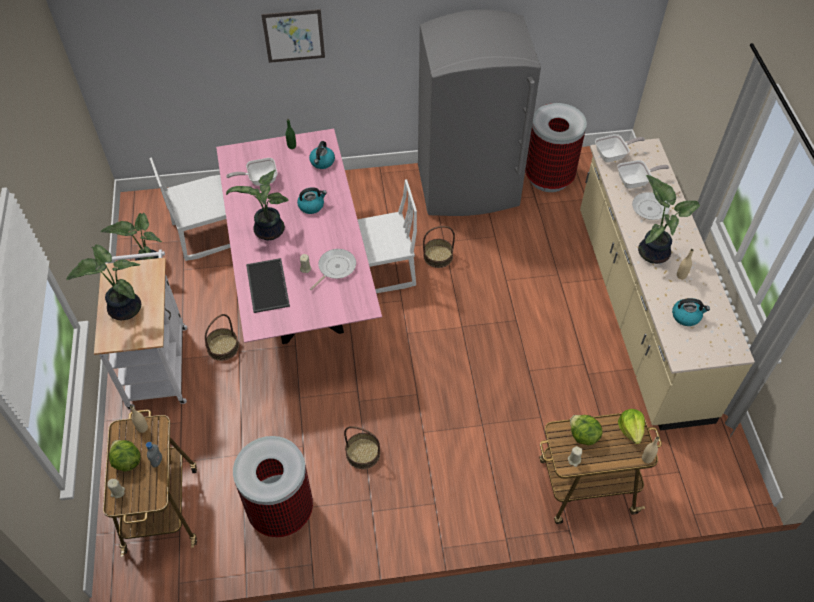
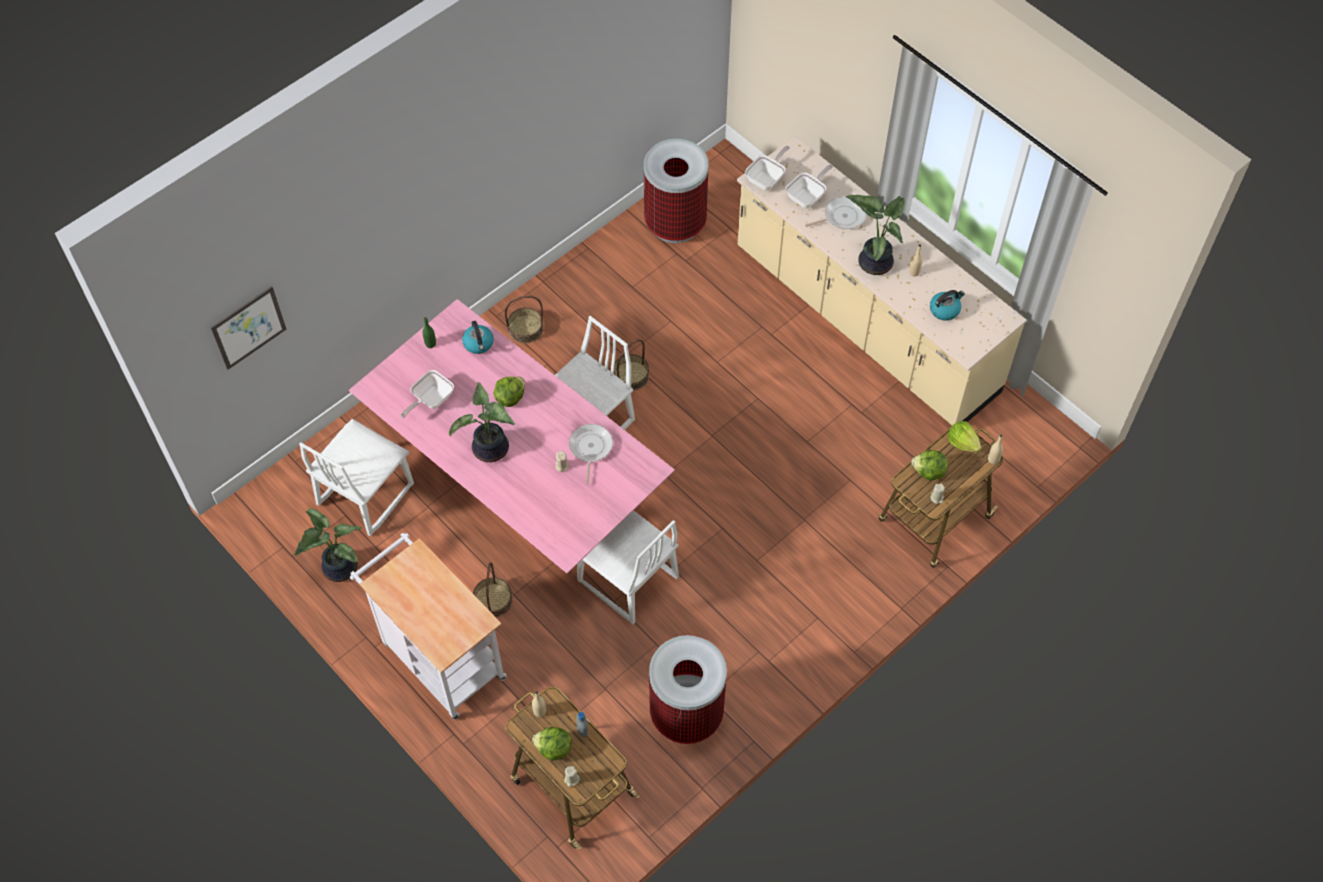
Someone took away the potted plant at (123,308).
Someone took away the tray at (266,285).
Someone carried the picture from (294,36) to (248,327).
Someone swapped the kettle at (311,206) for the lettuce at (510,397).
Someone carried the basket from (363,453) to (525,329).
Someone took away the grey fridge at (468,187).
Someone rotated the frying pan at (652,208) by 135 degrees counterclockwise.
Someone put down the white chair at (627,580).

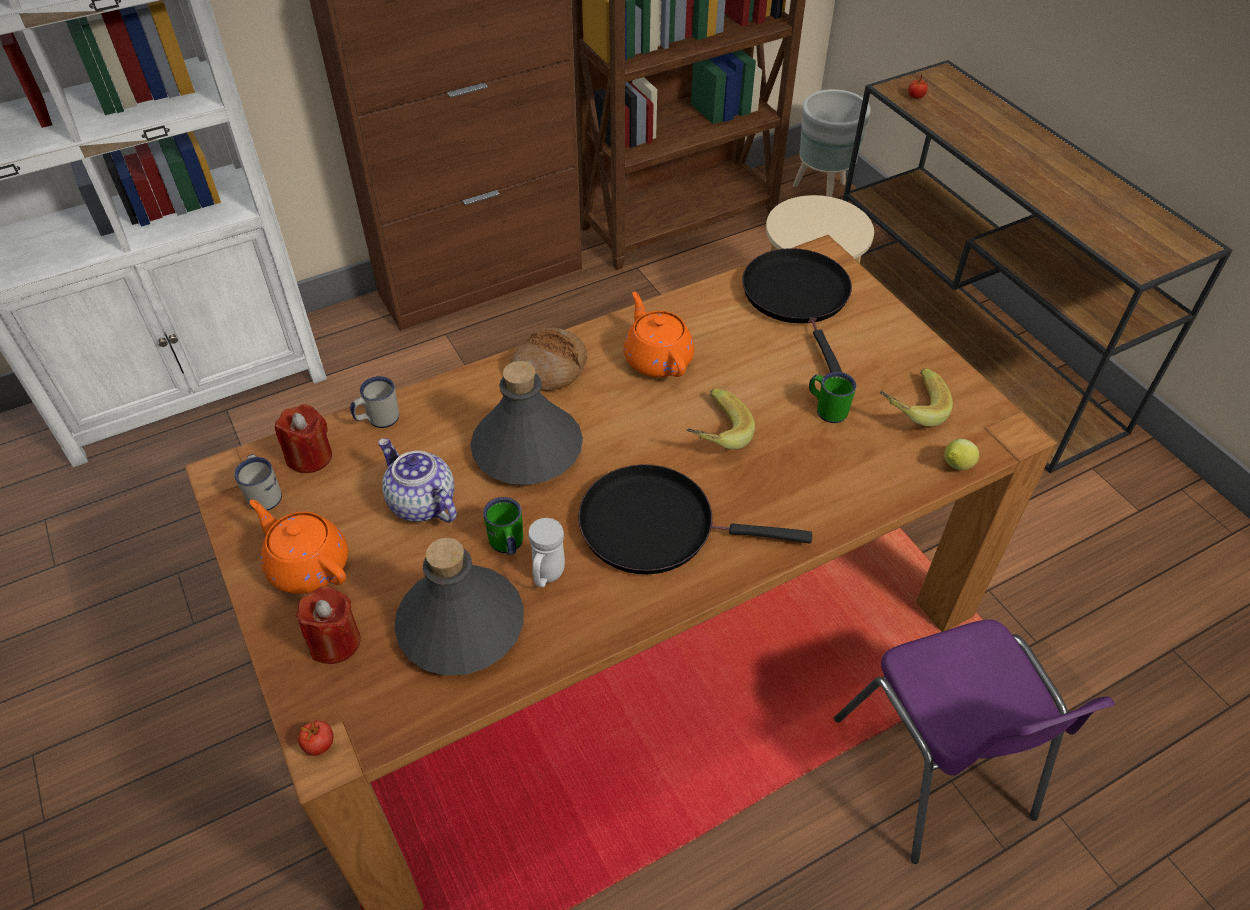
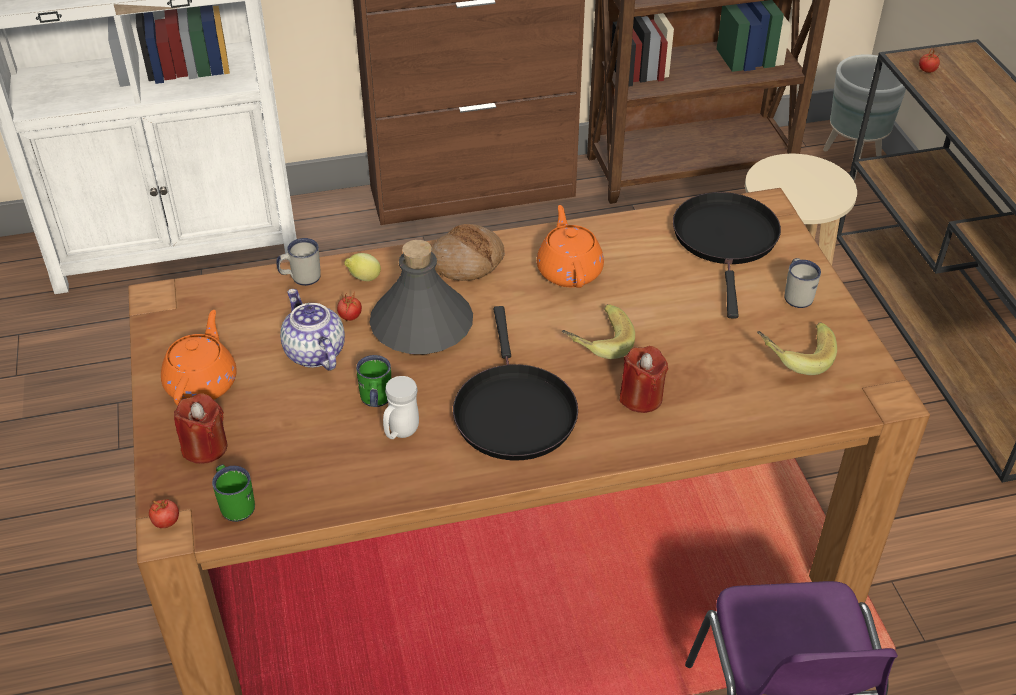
Someone carried the white mug from (265,494) to (797,295).
Someone rotated the orange teapot at (307,565) by 45 degrees clockwise.
Someone carried the red candle from (310,457) to (641,397).
Someone took away the grey bottle at (460,625).
Someone rotated the black frying pan at (656,525) by 120 degrees counterclockwise.
Someone carried the green mug from (827,409) to (235,504).
Someone carried the lemon from (955,466) to (363,279).
Someone put down the tomato at (350,317).

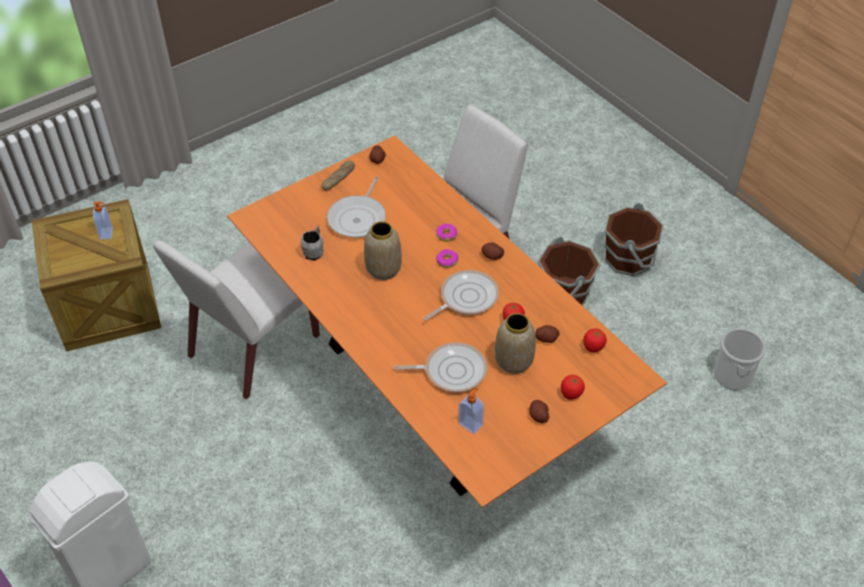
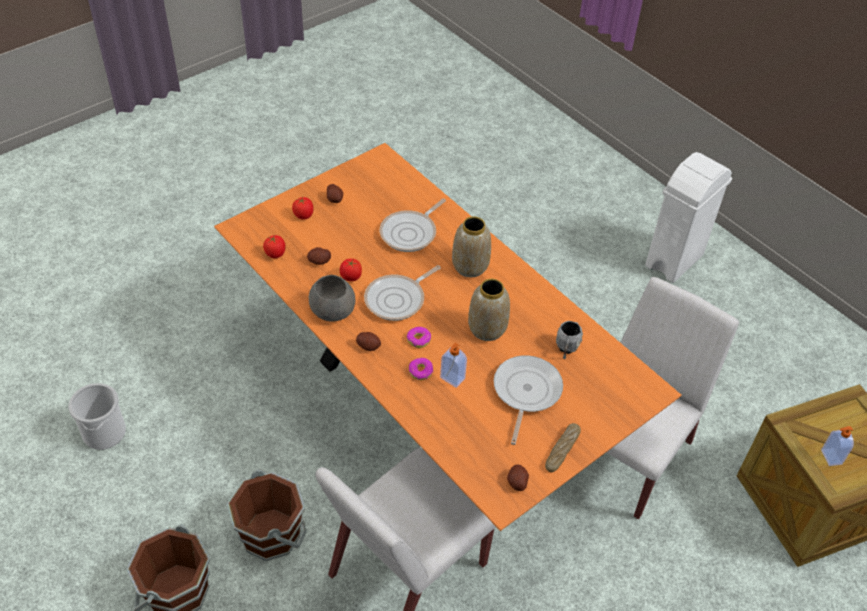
Someone rotated the frying pan at (451,371) by 45 degrees counterclockwise.
Someone carried the soap dispenser from (471,424) to (452,379).
Someone carried the vase from (513,361) to (470,266).
Someone put down the grey bowl at (333,311).

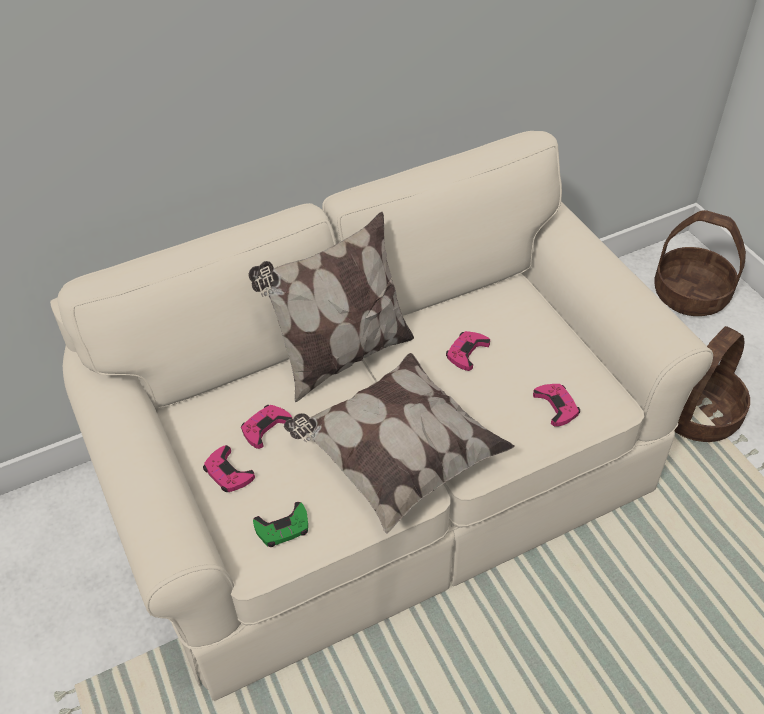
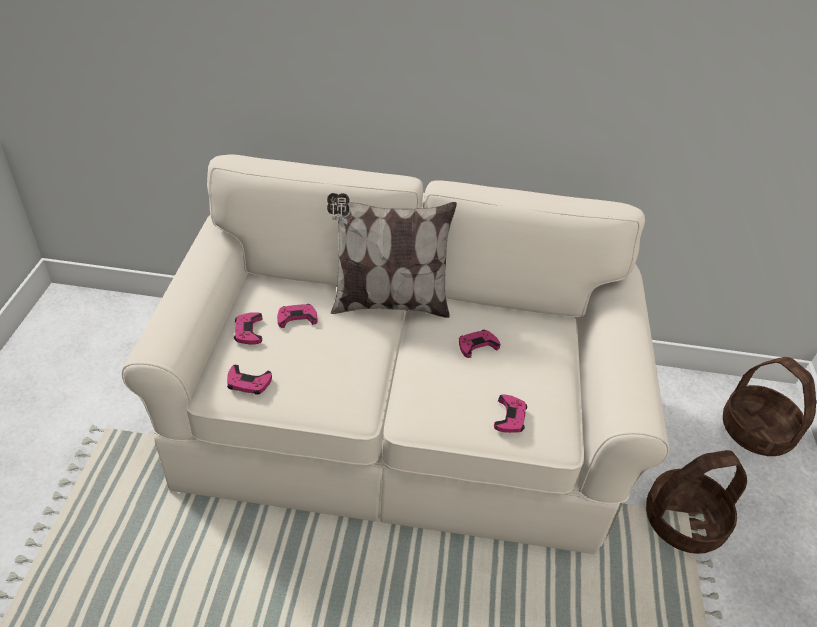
Someone repainted the green game controller at (283,528), which became the pink game controller at (248,383).
Someone took away the pillow at (396,458).

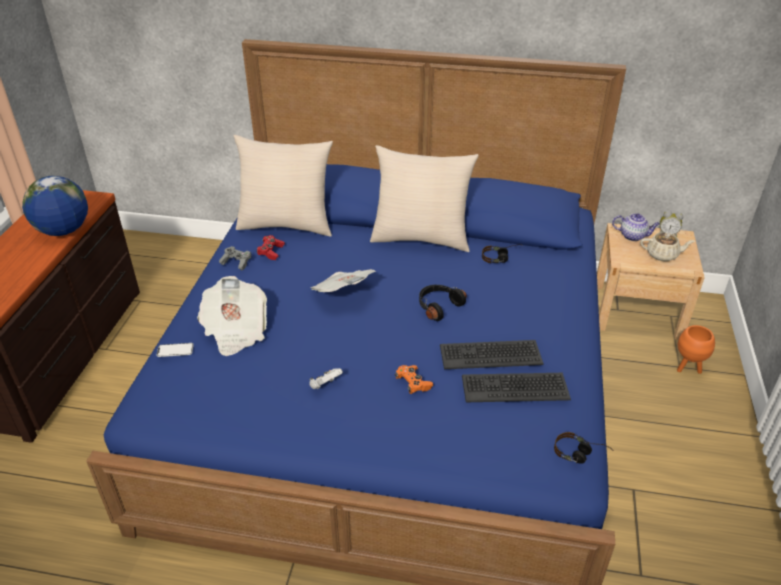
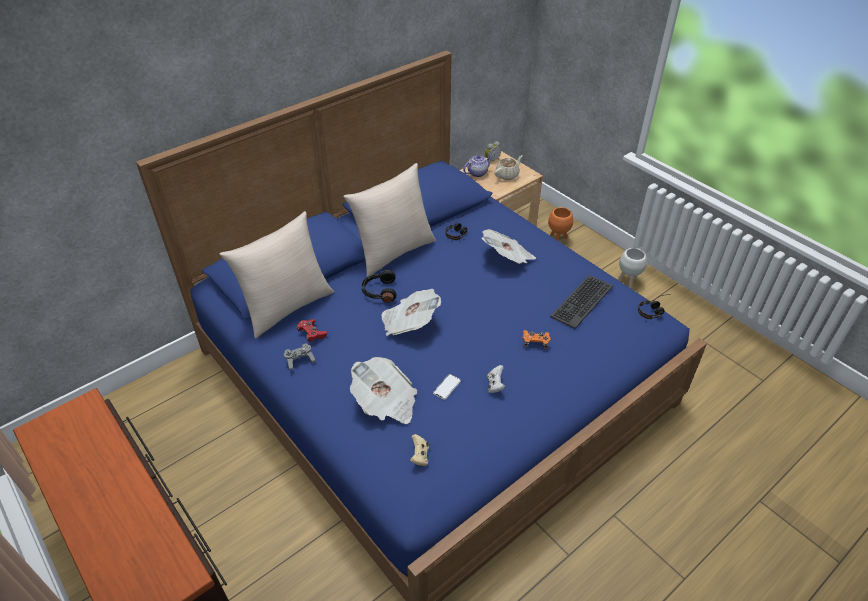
Someone took away the globe at (64,231).
Someone carried the phone from (175,350) to (447,387).
Someone carried the black headphones from (438,306) to (379,292).
Someone took away the keyboard at (490,354).
Someone put down the beige game controller at (420,456).
Someone put down the newspaper at (507,258).
Someone put down the white planter at (628,281).

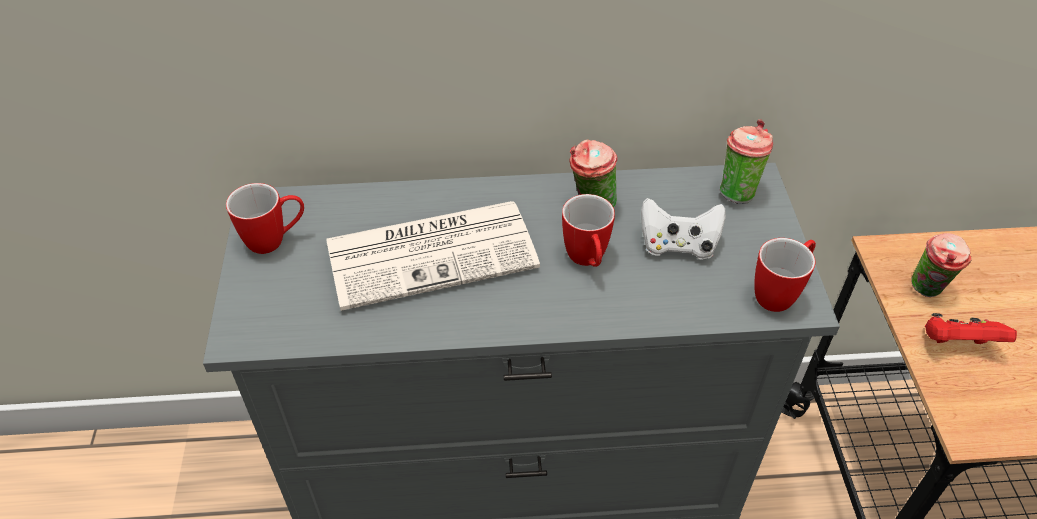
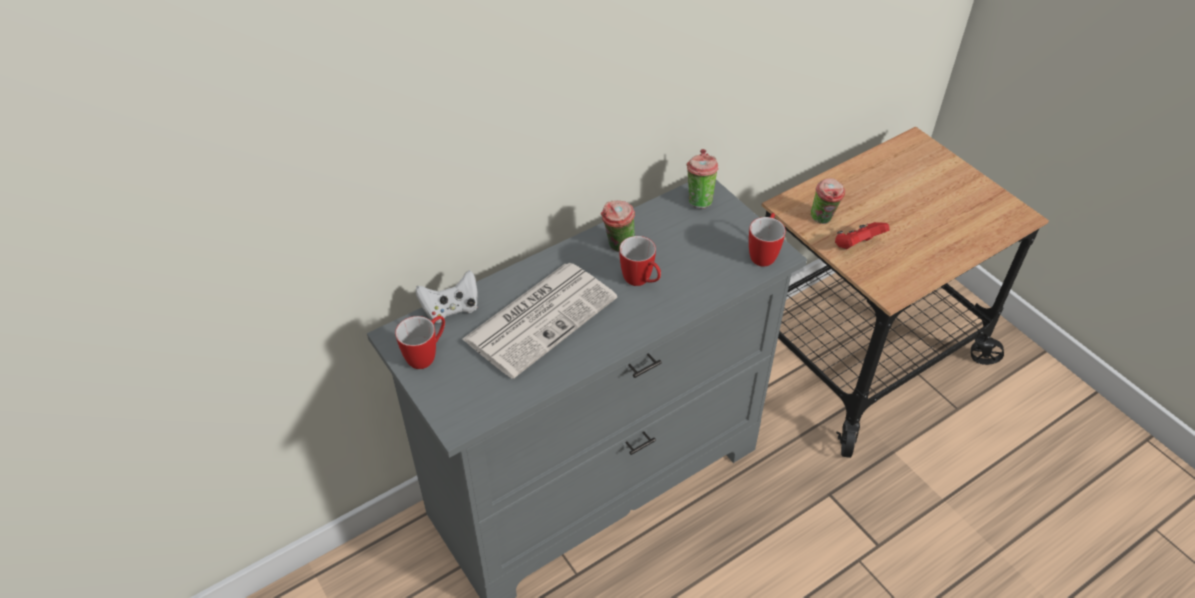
Someone carried the white game controller from (678,245) to (451,309).

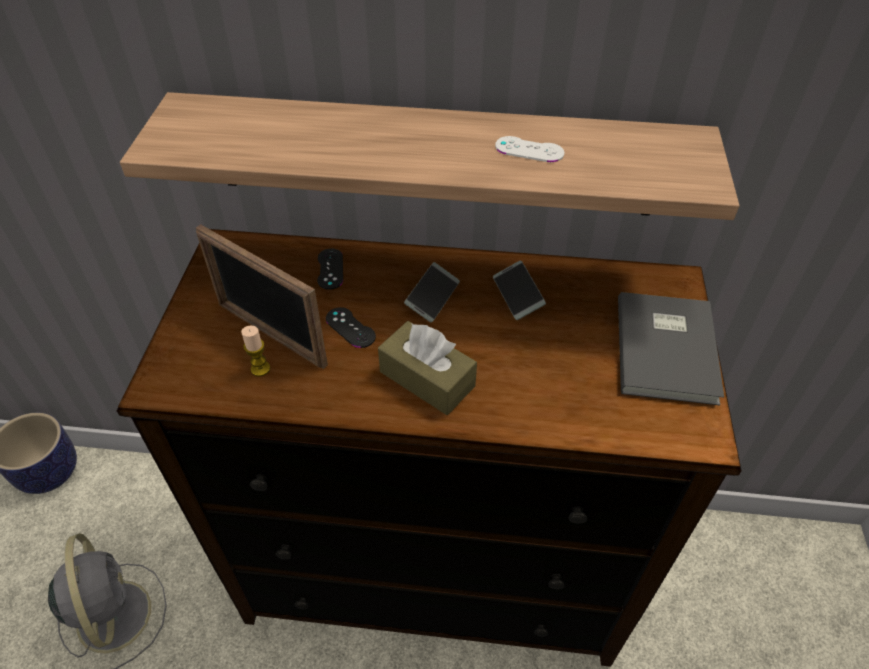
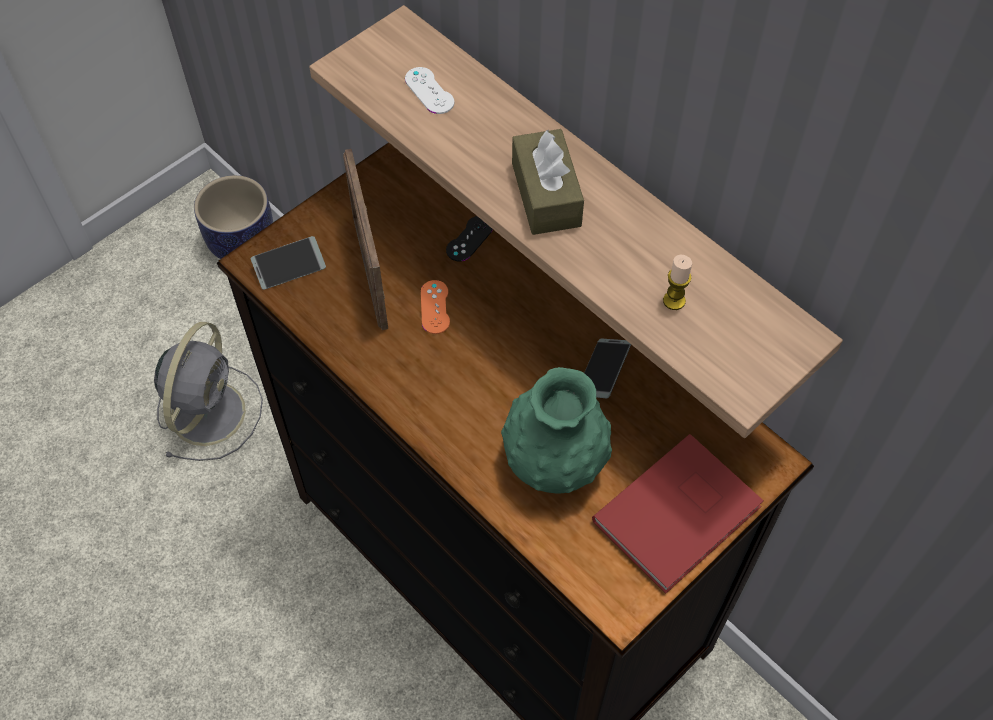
Someone carried the candle from (260,369) to (674,300).
Someone repainted the black game controller at (350,327), which became the orange game controller at (435,307).
Someone carried the brown tissue box from (427,379) to (546,194).
Someone carried the phone from (432,297) to (289,267).
Someone carried the white game controller from (529,150) to (429,91).
Someone repainted the grey book at (669,348), which became the red book at (681,515).
Someone put down the green vase at (554,462).

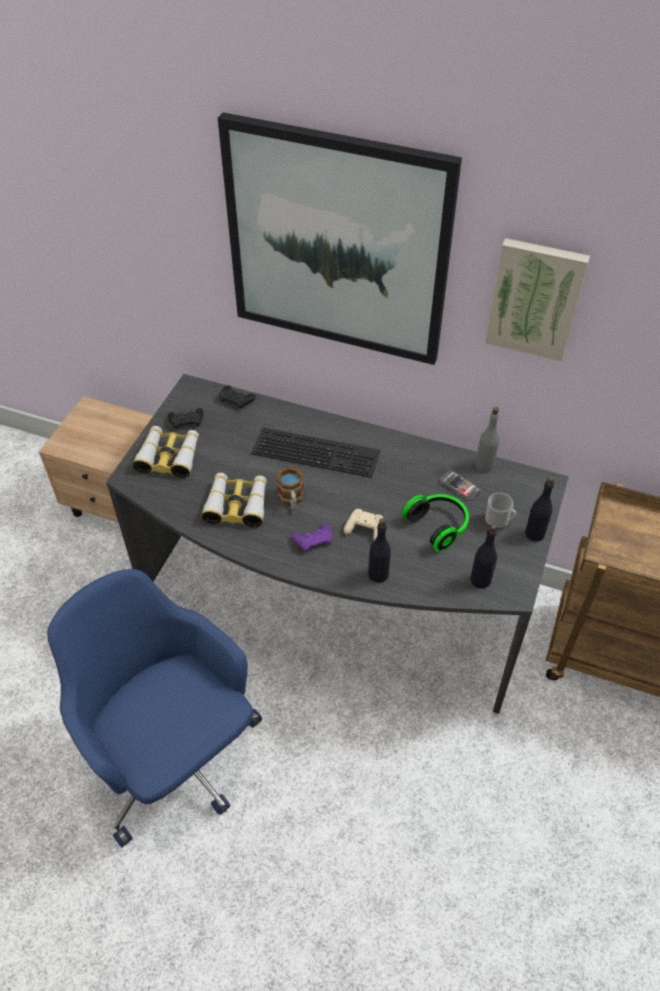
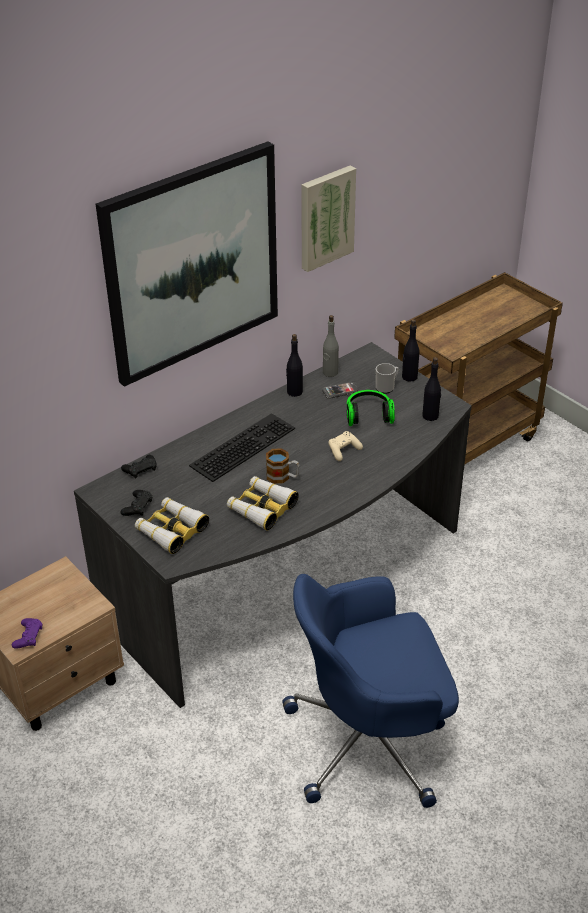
Someone carried the purple game controller from (313,540) to (28,636).
Someone carried the black bottle from (378,574) to (294,392).

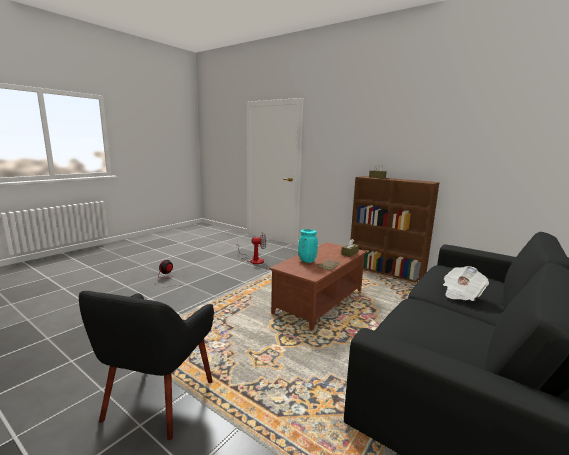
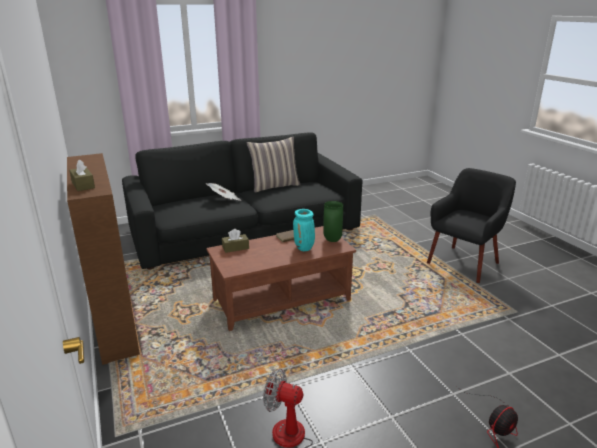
Someone put down the pillow at (274,186).
Someone put down the green vase at (333,240).

